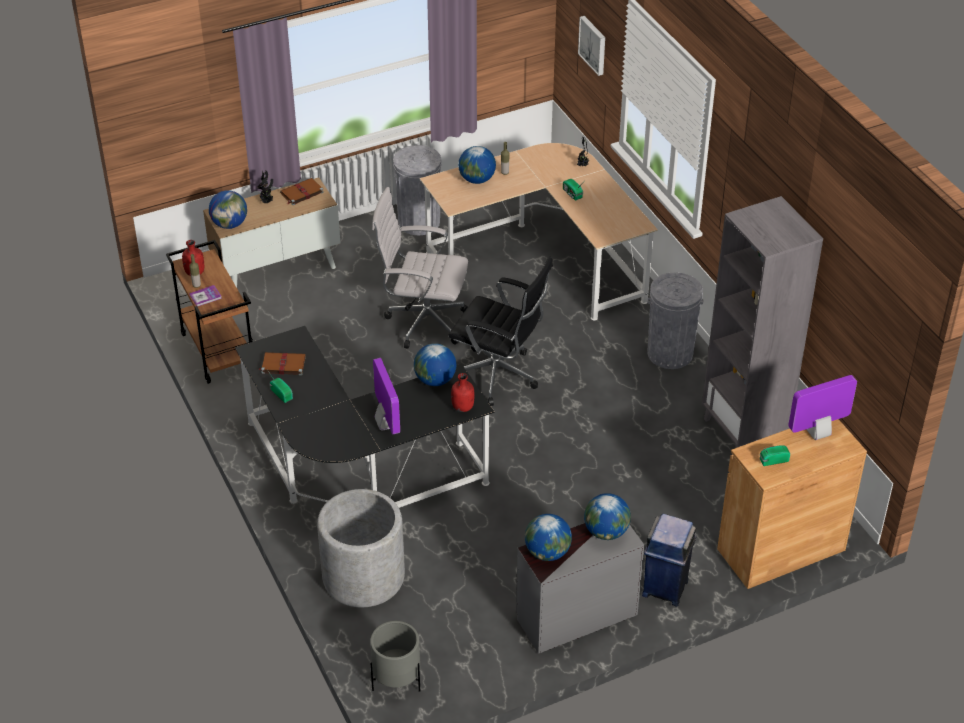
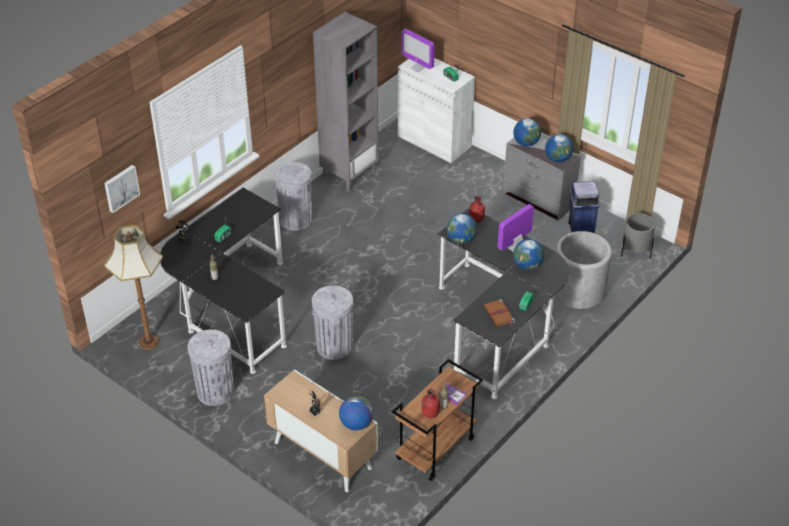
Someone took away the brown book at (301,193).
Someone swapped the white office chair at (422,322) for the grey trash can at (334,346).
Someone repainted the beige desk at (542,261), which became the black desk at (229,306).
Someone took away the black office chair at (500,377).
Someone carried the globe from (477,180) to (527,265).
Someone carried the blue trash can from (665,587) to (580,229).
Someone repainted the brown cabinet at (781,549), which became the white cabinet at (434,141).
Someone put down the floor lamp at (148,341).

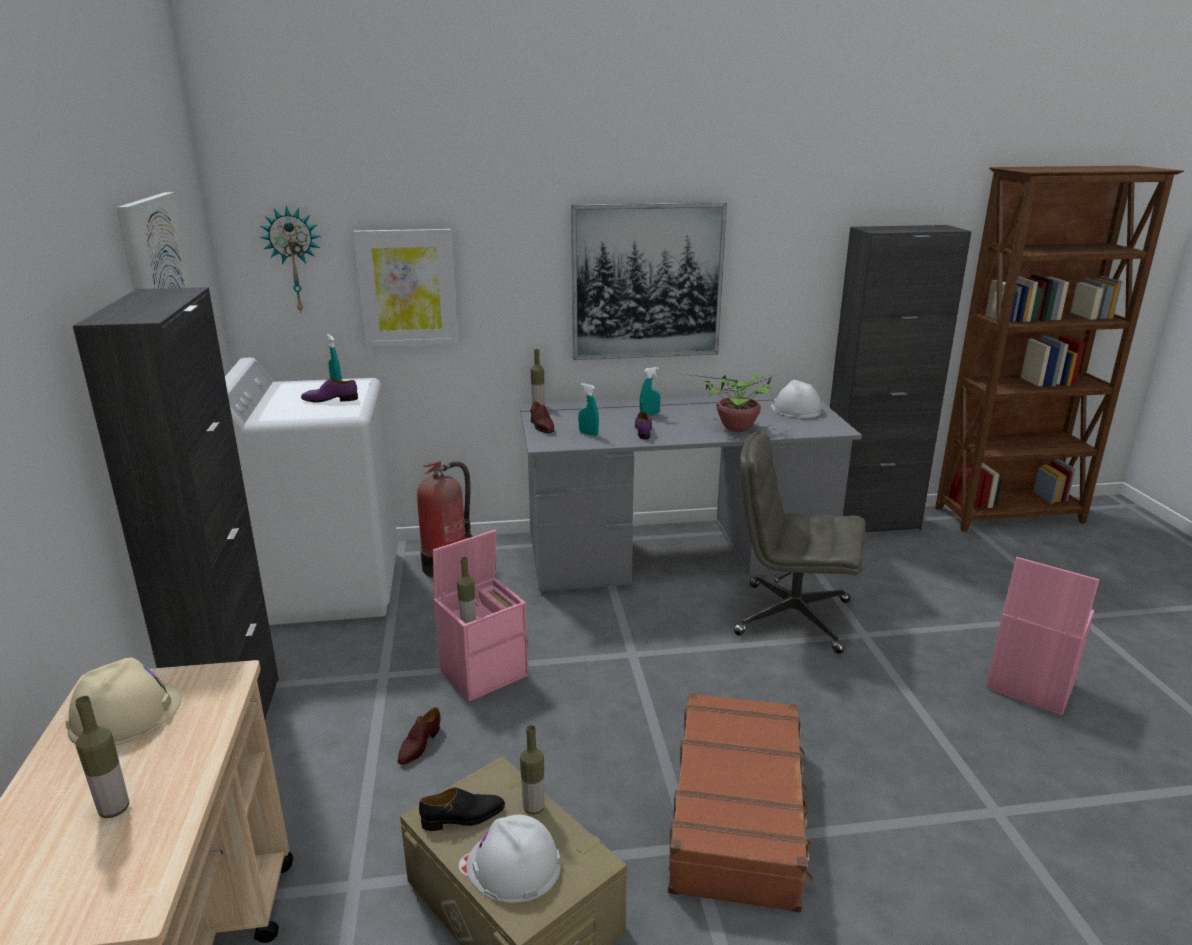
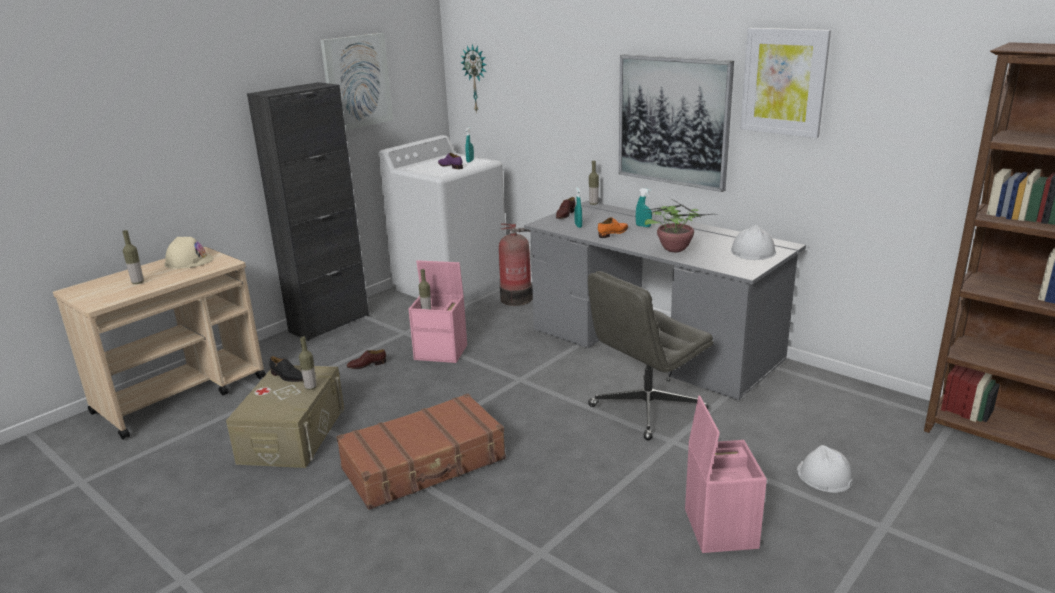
Someone carried the picture from (407,288) to (784,82).
Someone carried the white hard hat from (513,865) to (824,475).
Someone repainted the purple shoe at (643,430), which became the orange shoe at (613,233).
Someone rotated the grey office chair at (791,617) by 105 degrees counterclockwise.
Someone took away the black cabinet at (868,523).

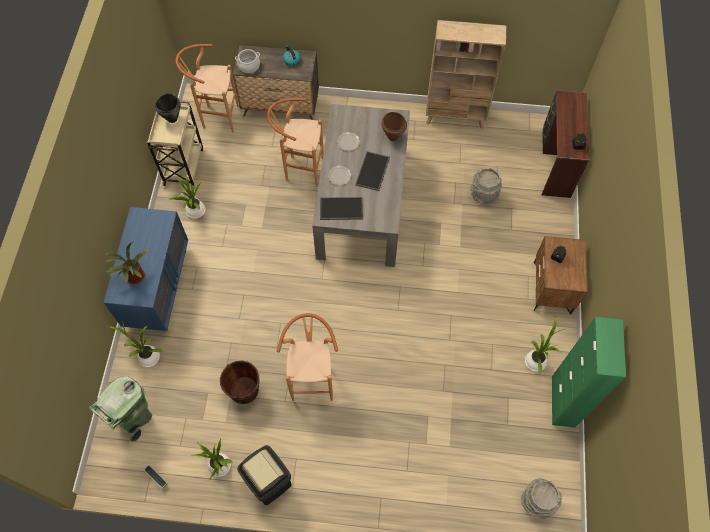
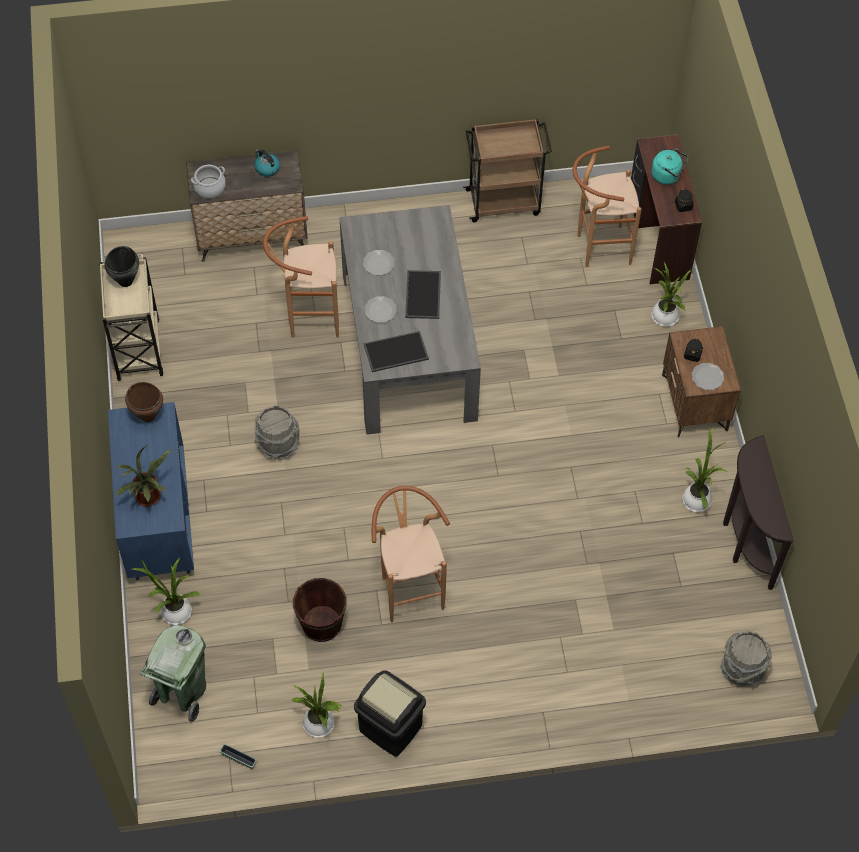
Someone carried the potted plant from (195,212) to (664,318).
Someone carried the brown stool from (216,117) to (597,248).
Someone carried the brown cooking pot from (393,137) to (148,416).
Someone swapped the beige bookcase at (455,117) for the brown cart at (504,202).
Someone carried the grey bucket from (483,195) to (278,445).
Someone swapped the green cabinet at (563,401) for the brown console table at (744,541).
Someone put down the turquoise kettle at (668,176).
Someone put down the plate at (707,377).

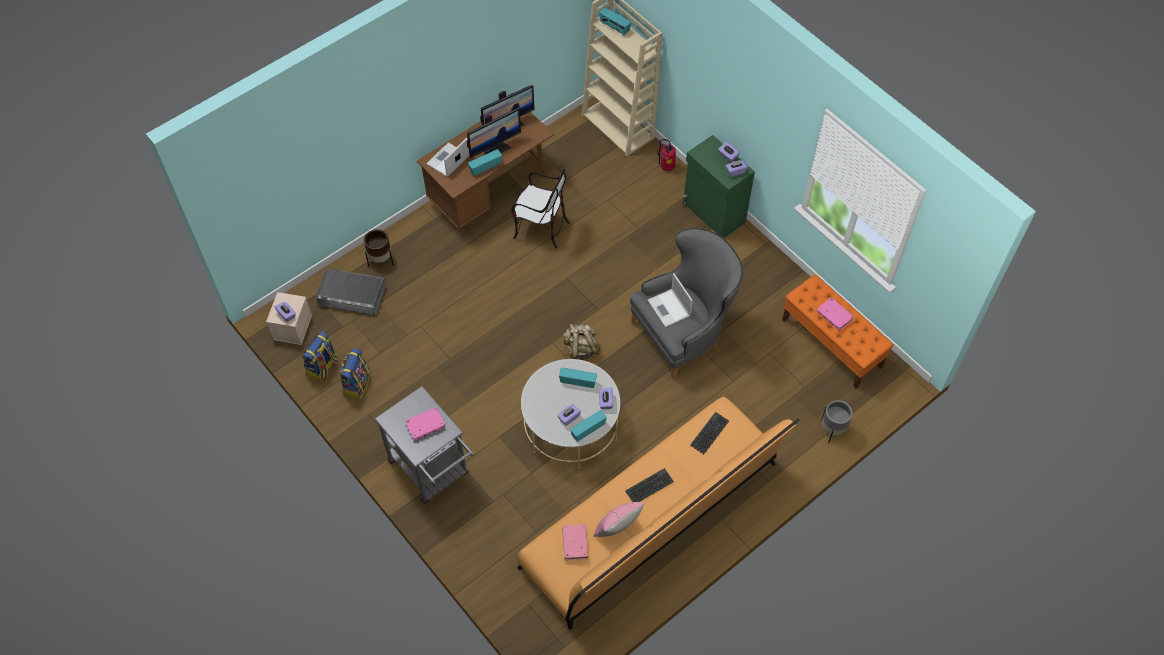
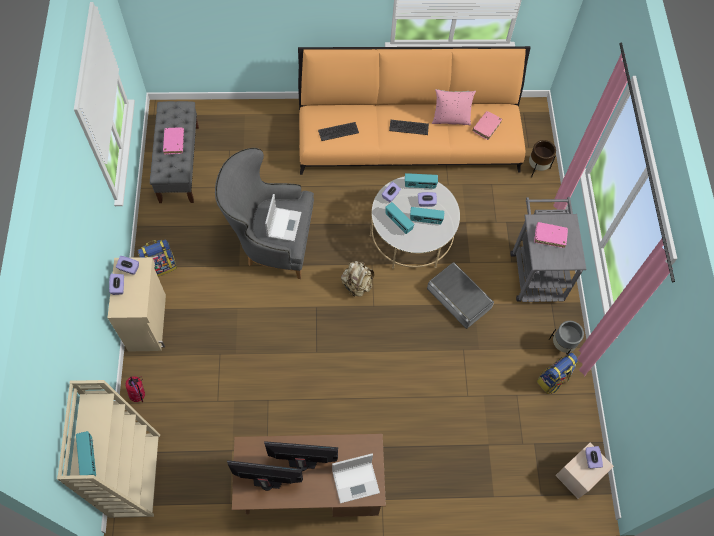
Someone carried the backpack from (323,368) to (161,266).
Someone carried the grey storage box from (352,295) to (458,298).
Someone carried the brown planter from (380,260) to (537,168).
Someone carried the radio from (485,167) to (425,220).
Someone took away the chair at (540,229).
Someone repainted the green cabinet at (713,213), which became the beige cabinet at (148,322).
Someone repainted the orange bench at (832,343), which became the grey bench at (179,163).
Someone carried the grey planter from (832,430) to (561,346).

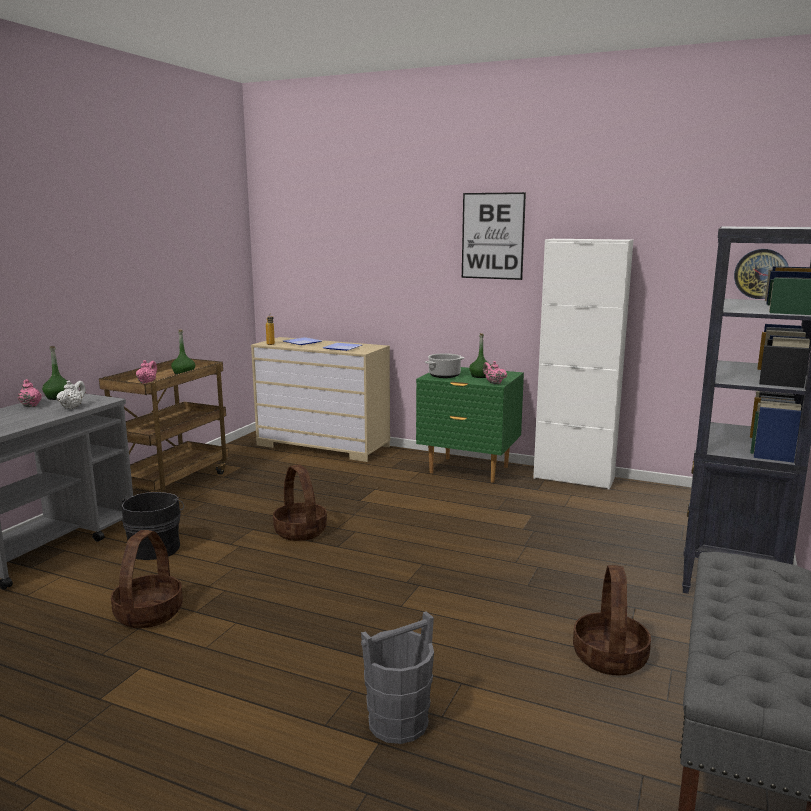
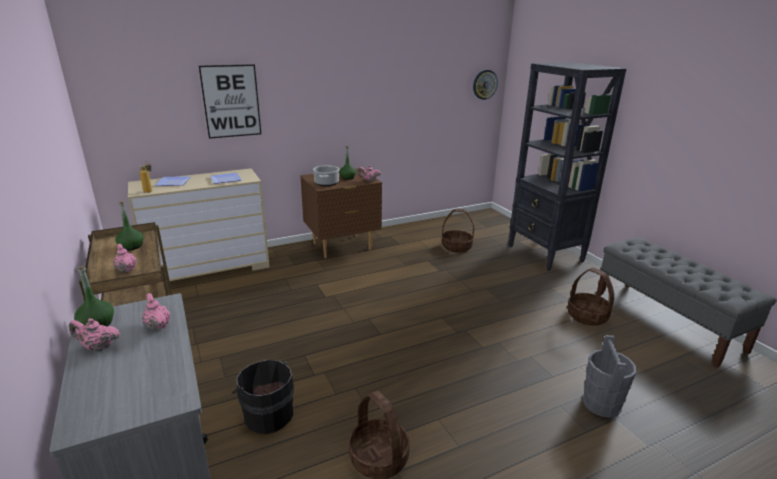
Someone repainted the white teapot at (72,407), which became the pink teapot at (158,325).
Someone carried the basket from (301,531) to (456,247).
Someone repainted the green nightstand at (468,470), which became the brown nightstand at (342,246).
Someone carried the picture from (493,236) to (231,101).
Someone took away the white cabinet at (574,478).

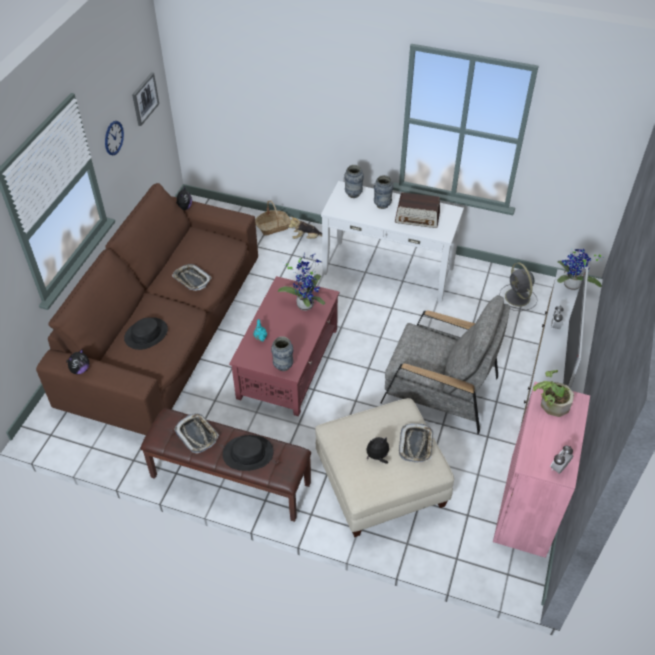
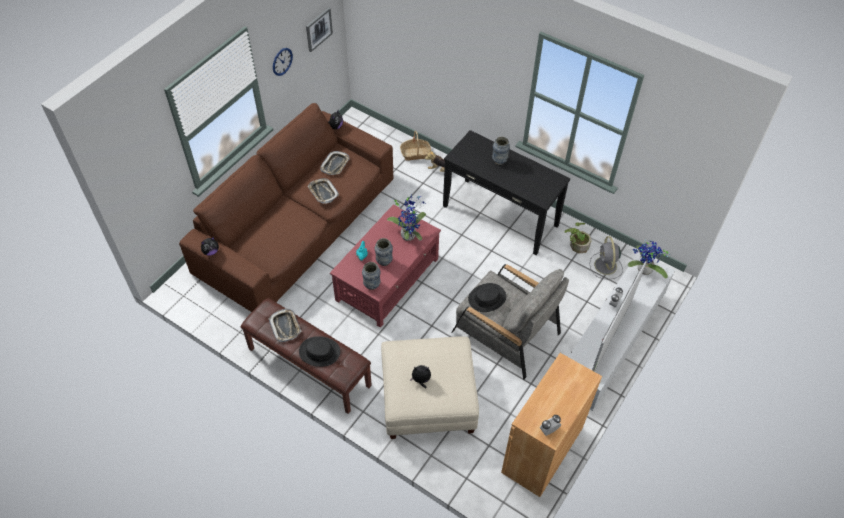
Someone carried the black hat from (146,334) to (487,298).
Someone repainted the white console table at (388,270), which became the black console table at (500,215).
Someone carried the vase from (353,194) to (384,261).
Someone took away the radio at (417,218).
Someone carried the tray from (416,445) to (335,165).
Someone repainted the pink cabinet at (528,505), which became the brown cabinet at (542,450).
Someone carried the potted plant from (550,404) to (577,244).

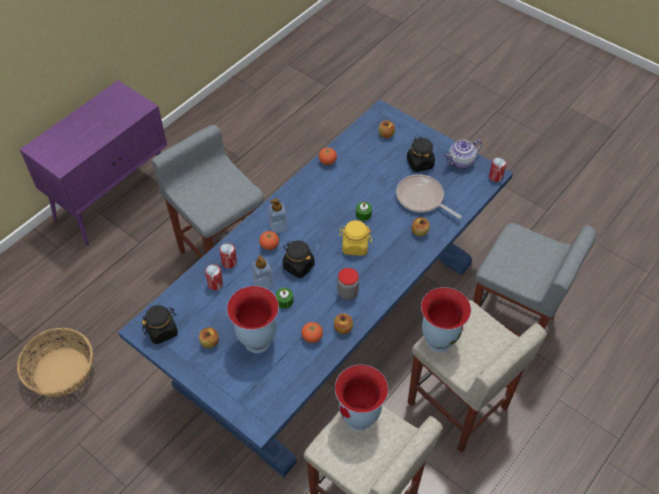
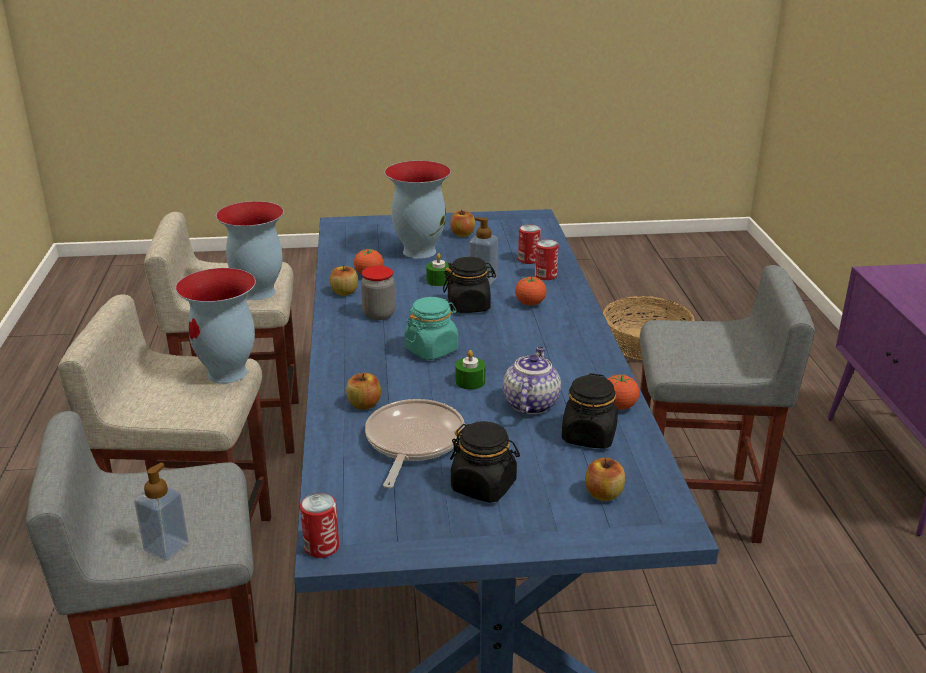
Someone carried the black jar from (162,331) to (589,436).
Someone carried the soap dispenser from (278,227) to (166,547).
Someone repainted the yellow jar at (354,246), which became the turquoise jar at (431,350).
Someone rotated the frying pan at (422,199) by 75 degrees counterclockwise.
Someone carried the teapot from (460,162) to (530,403).

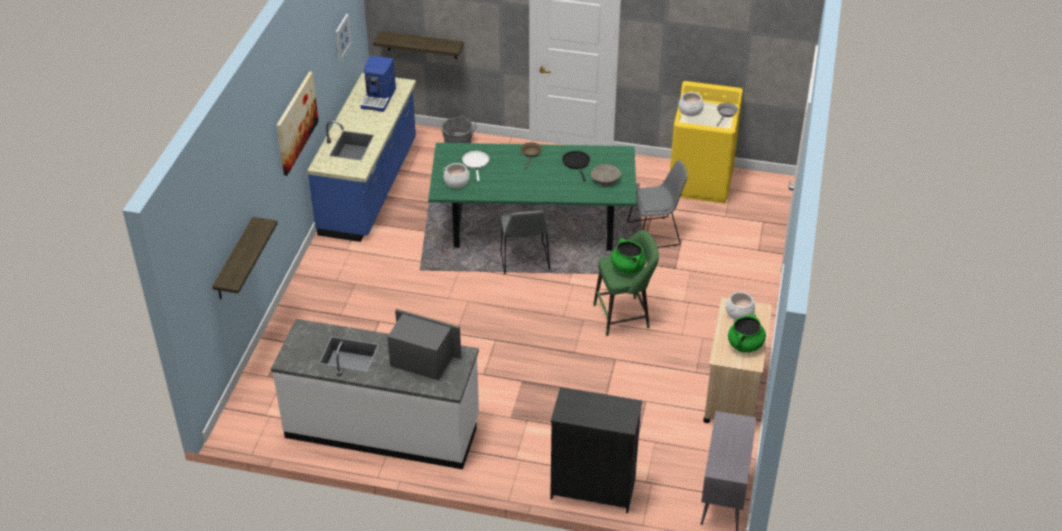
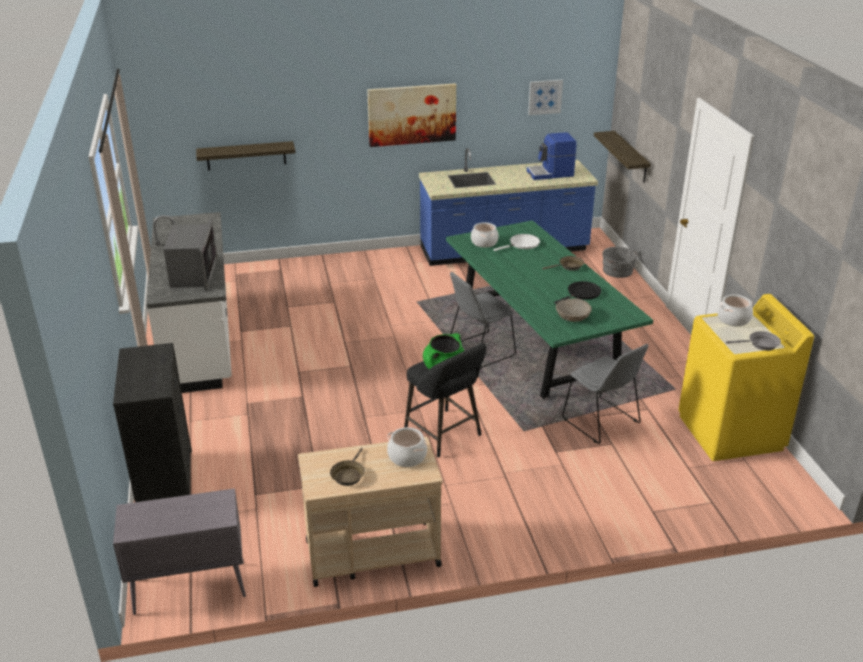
Someone repainted the green stool at (624,316), which became the black stool at (445,435).
Someone swapped the green cooking pot at (745,345) for the brown frying pan at (348,474).

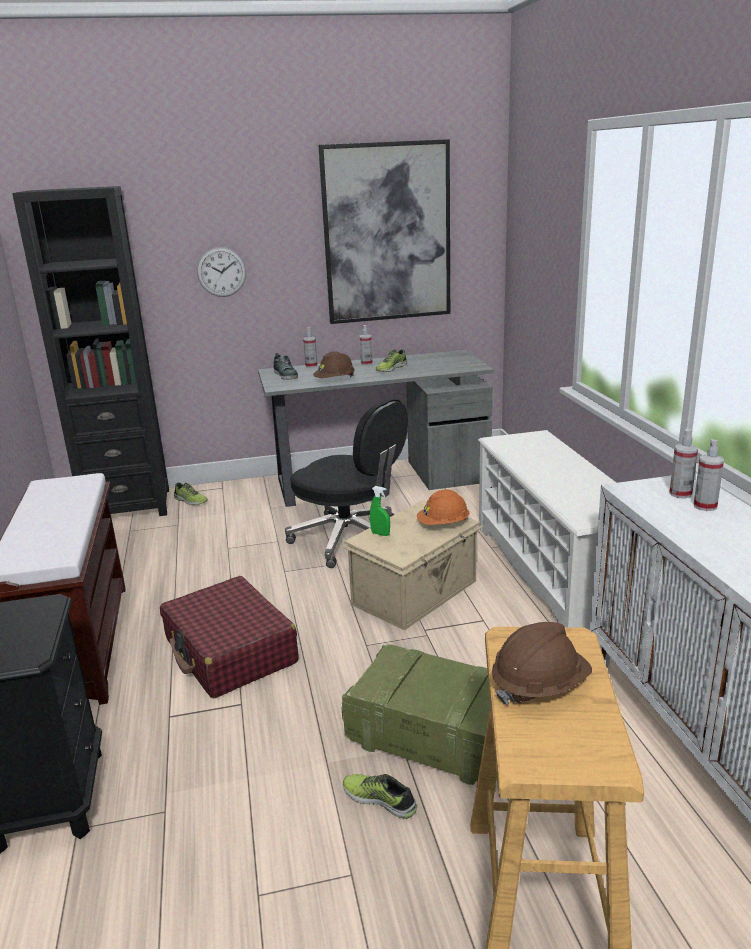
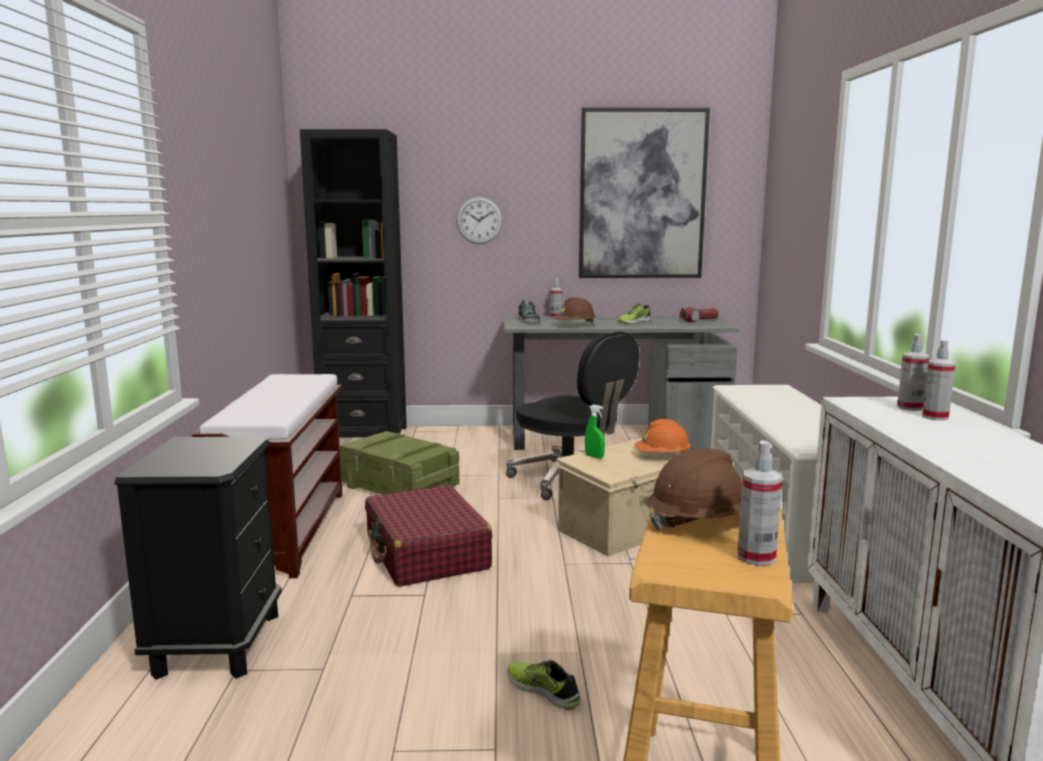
Someone took away the shoe at (190,501).
Someone carried the crate from (431,735) to (397,487).
Someone carried the spray bottle from (366,363) to (756,557).
Someone put down the flashlight at (699,320).

